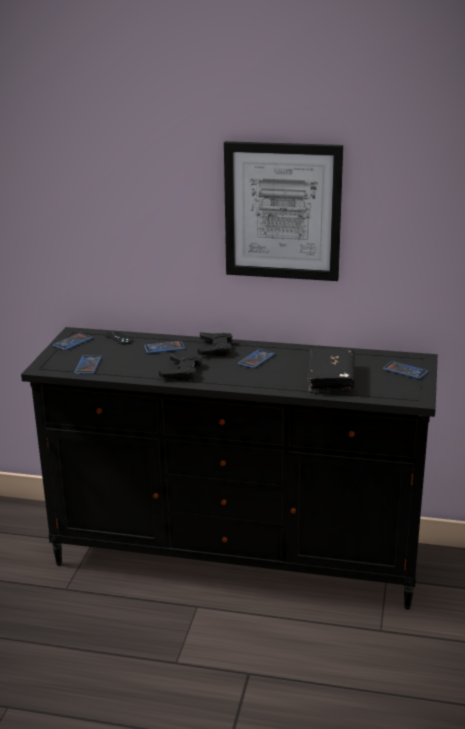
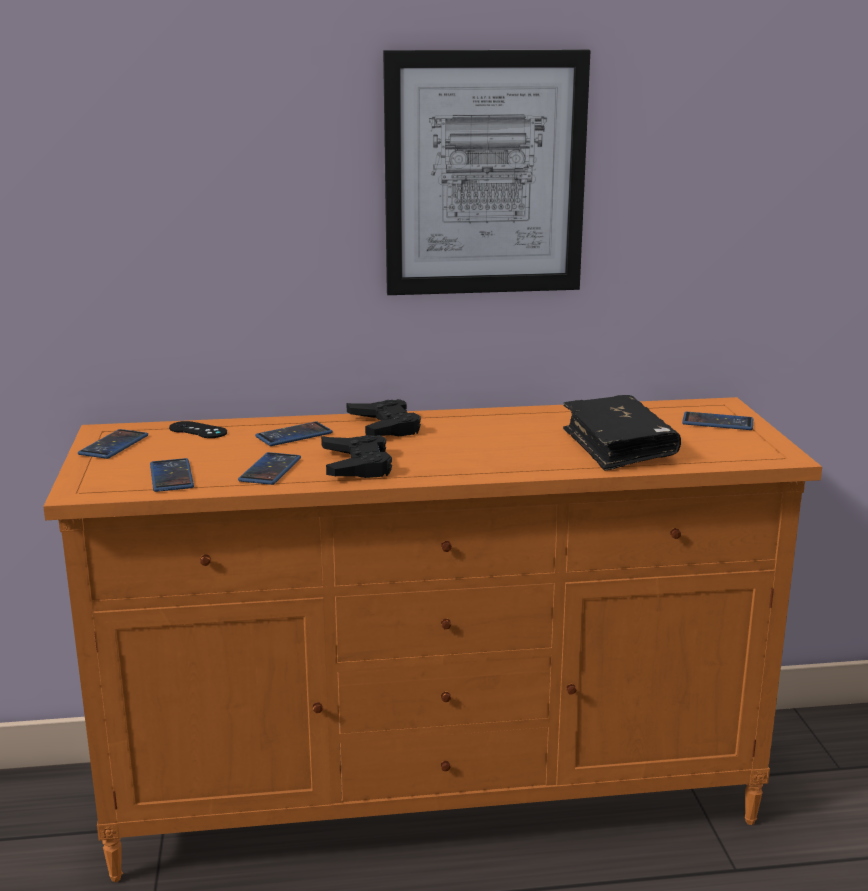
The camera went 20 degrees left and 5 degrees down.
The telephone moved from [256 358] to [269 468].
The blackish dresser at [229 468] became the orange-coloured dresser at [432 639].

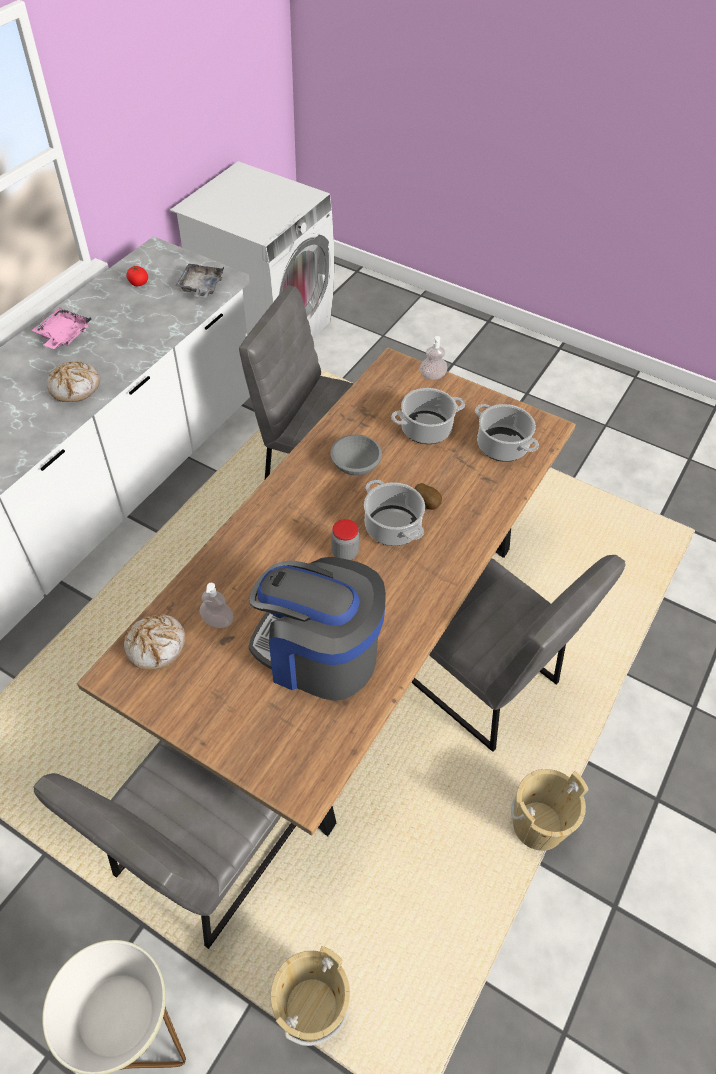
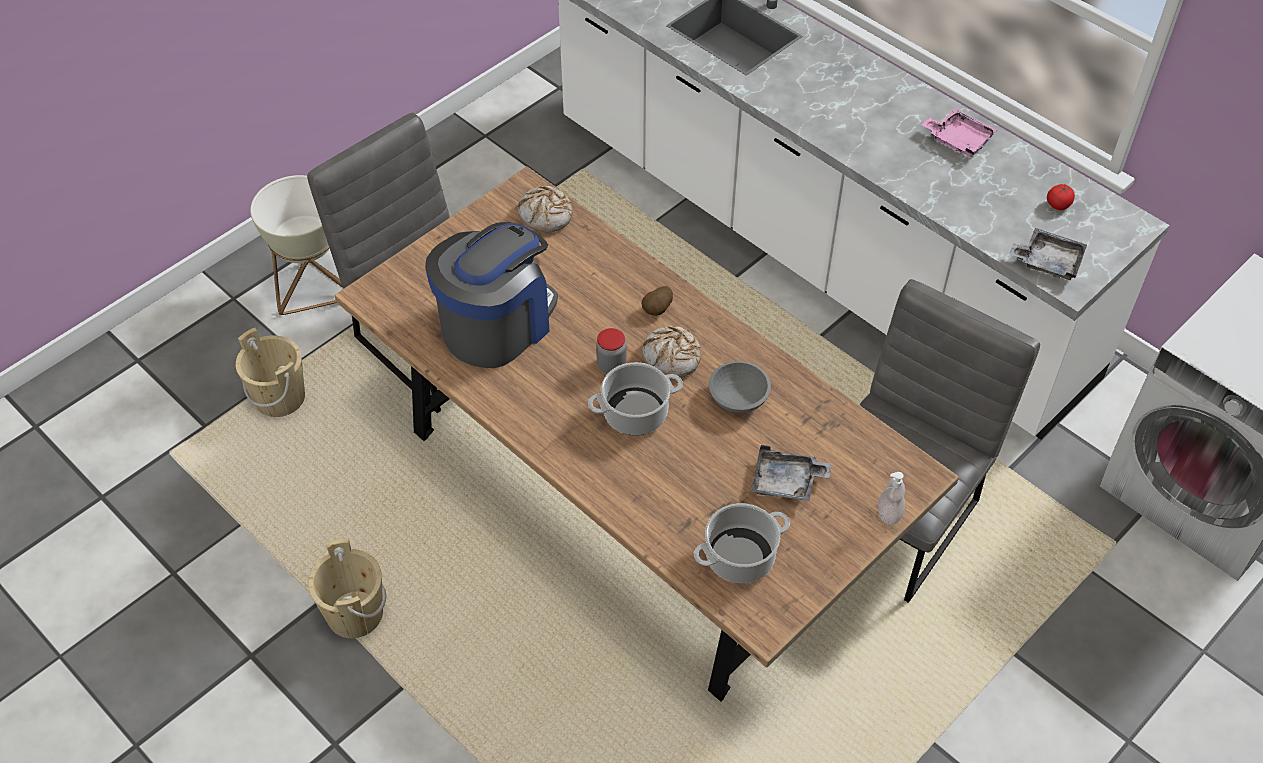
The camera went 105 degrees right and 0 degrees up.
The liquid soap bottle at [216 605] disappeared.
The gray chair at [518 653] disappeared.
The bread moved from [73 381] to [671 352].
The spud moved from [428 496] to [657 301].
The stockpot at [428 416] was replaced by the gray serving tray at [791 473].

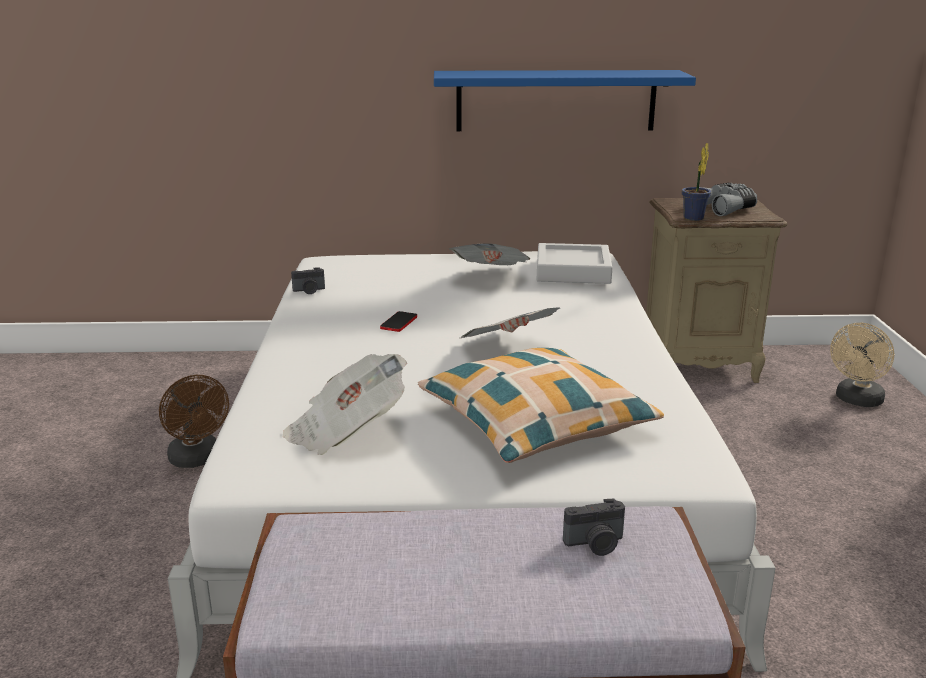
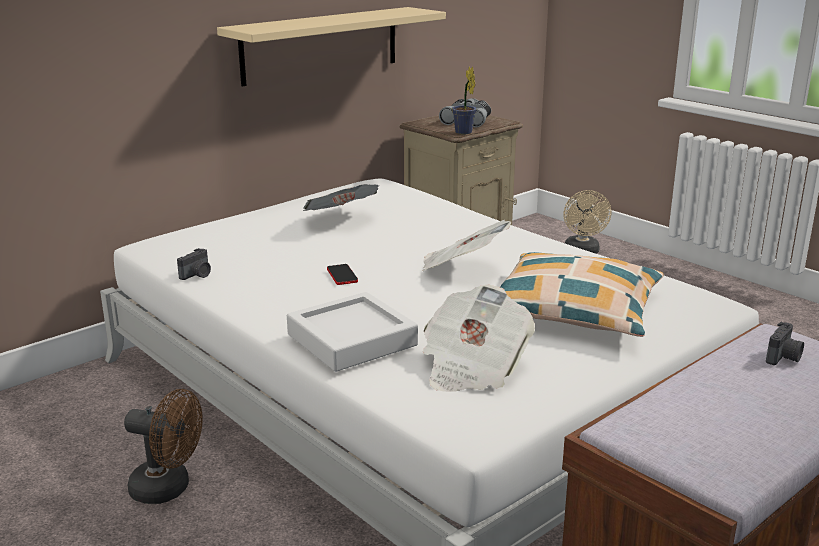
The camera went 40 degrees left and 0 degrees up.
The gray serving tray moved from [574 263] to [352 332].
The blue shelf at [565 100] became the sand-coloured shelf at [331 46].

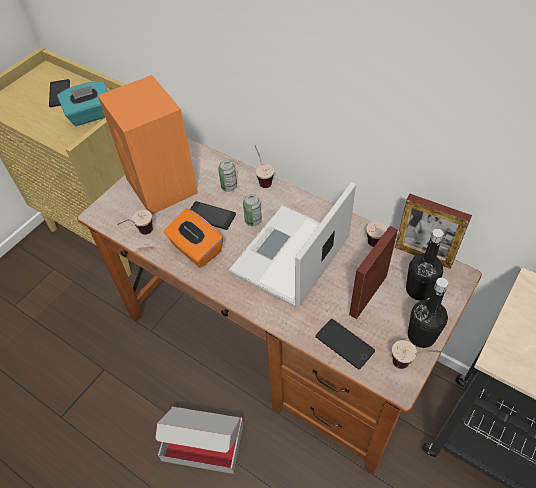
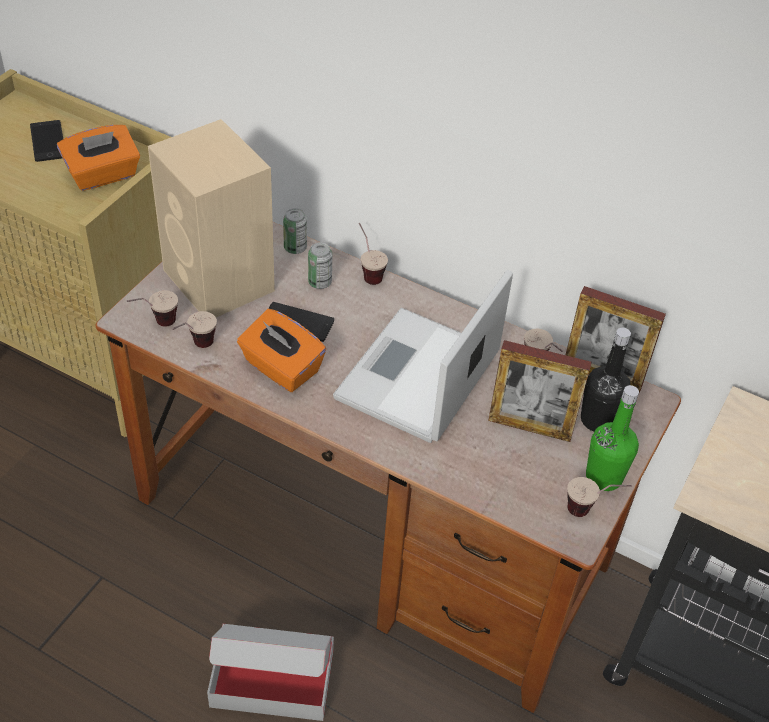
The camera went 10 degrees left and 5 degrees down.
The telephone at [345 344] disappeared.
The drinking cup at [152 308] appeared.
The sealed can moved from [252 210] to [295 231].
The blue-green tissue box at [82 103] became the orange-coloured tissue box at [98 158].
The orange-coloured loudspeaker at [148 144] became the sand-coloured loudspeaker at [211 218].
The blackish beverage bottle at [428 313] became the green-coloured beverage bottle at [612 438].
The picture frame at [373 272] turned 105 degrees counterclockwise.

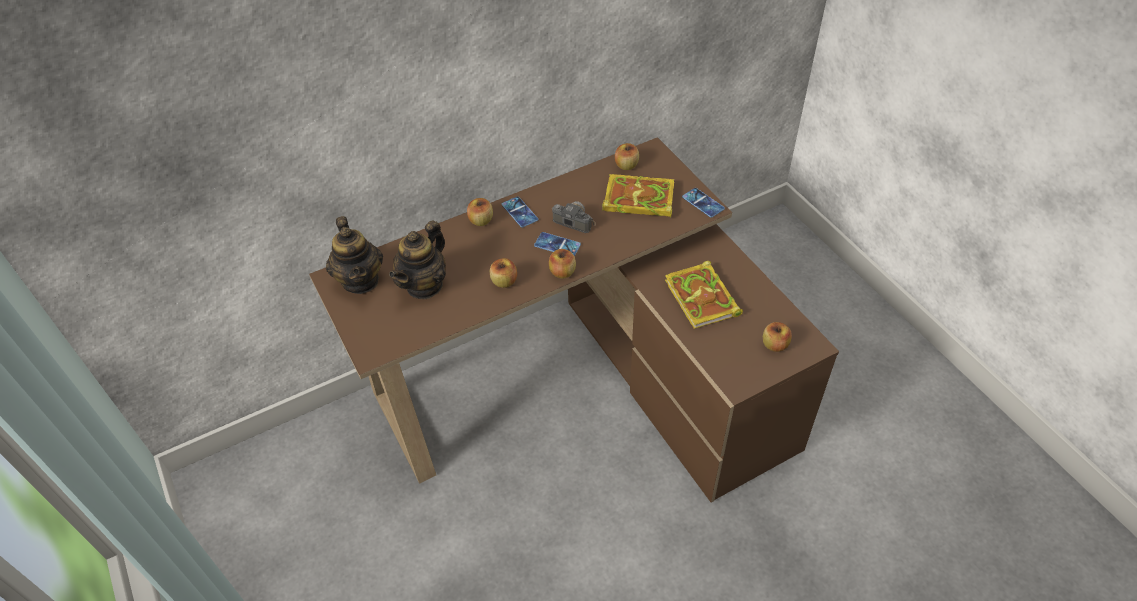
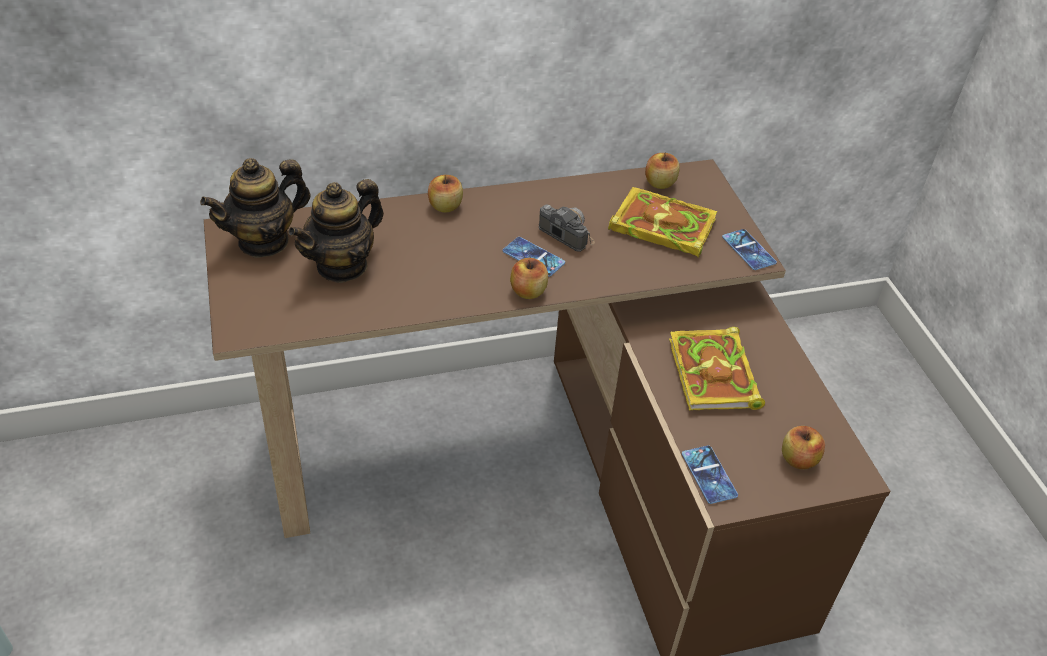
The camera went 10 degrees right and 5 degrees down.
The apple at [503 273] disappeared.
The telephone moved from [520 212] to [710 474].
The pot for tea at [354 255] turned 60 degrees clockwise.

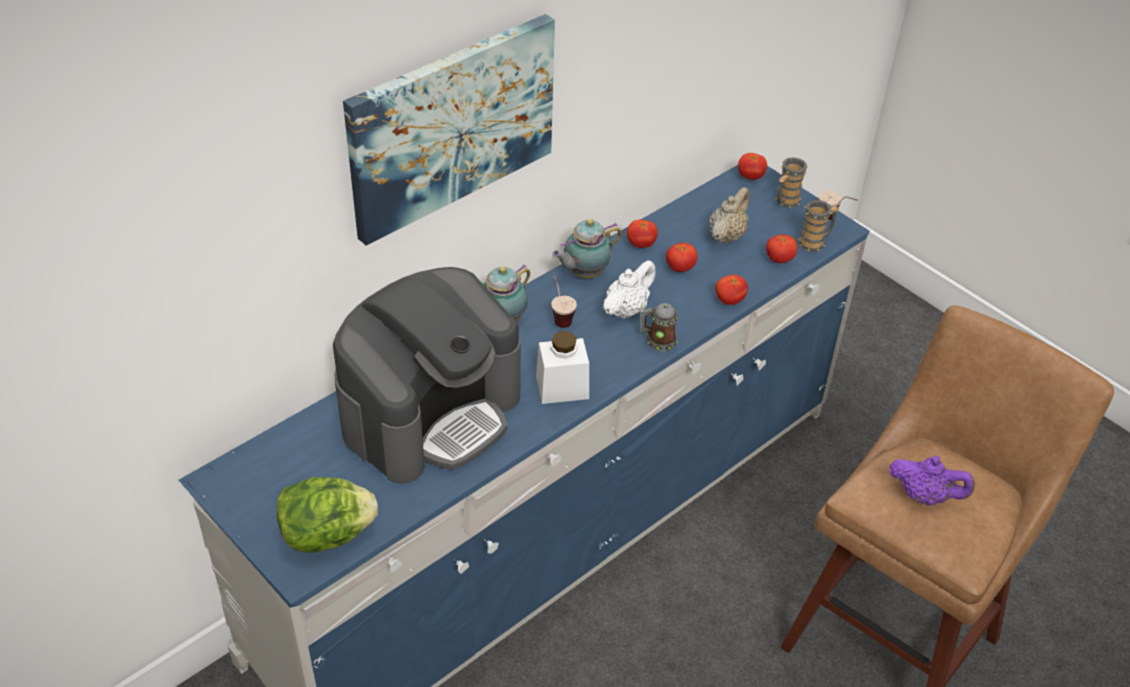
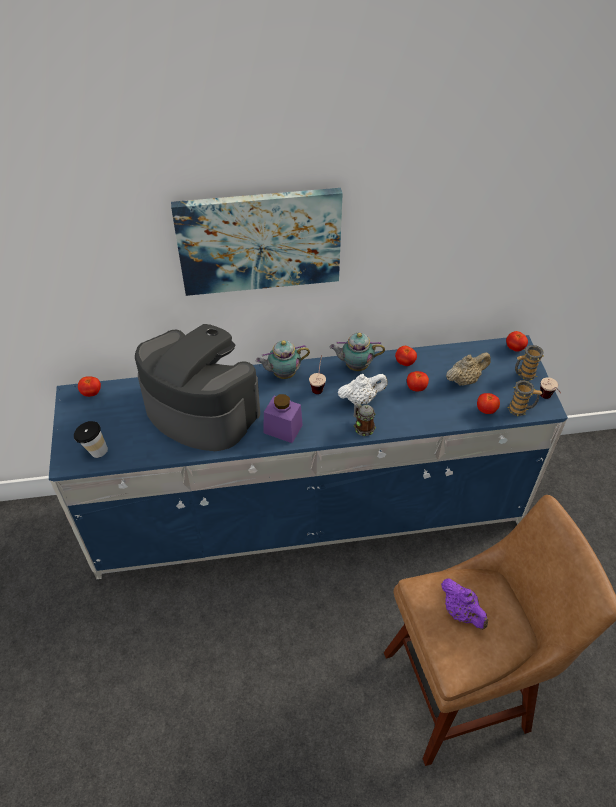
The camera went 35 degrees right and 5 degrees up.
The tomato moved from [731 289] to [89 386].
The lettuce at [327 515] was replaced by the drinking cup at [91 439].
The white jar at [562 367] became the purple jar at [283 418].
The coffee maker at [427 375] turned 135 degrees counterclockwise.

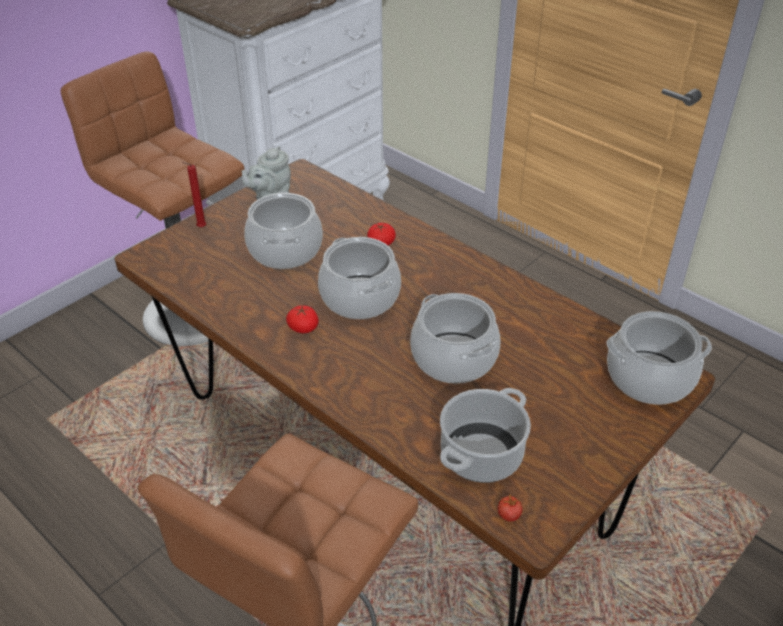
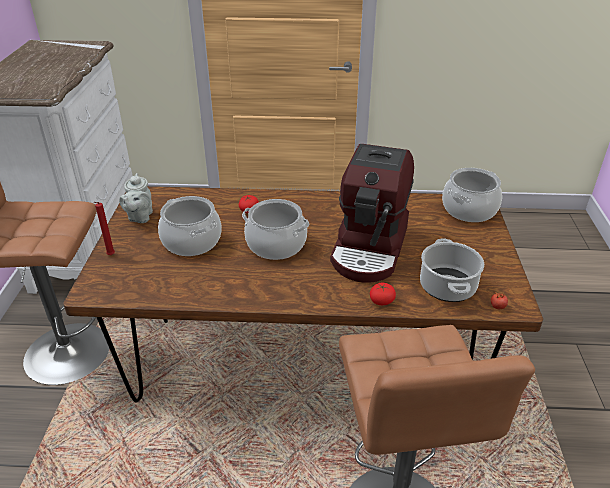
The camera went 40 degrees left and 5 degrees down.
The tomato moved from [302 319] to [383 294].
The stockpot at [455 338] was replaced by the coffee maker at [372 213].

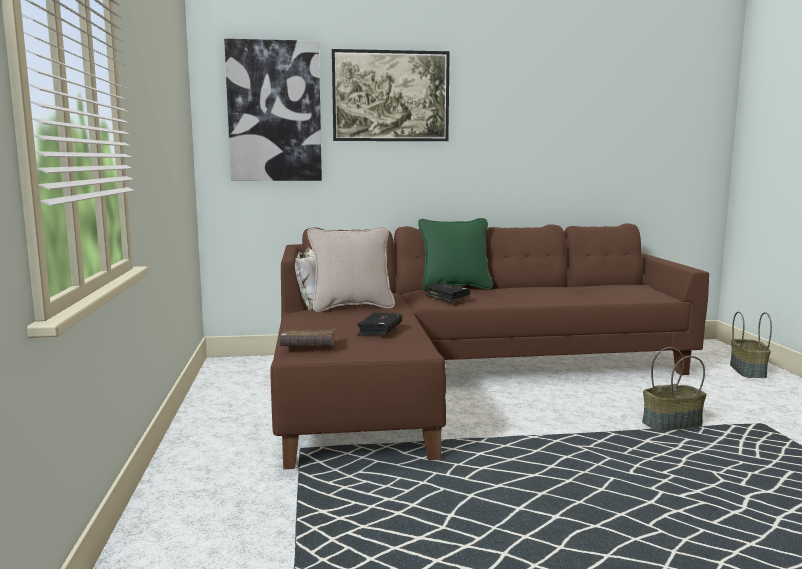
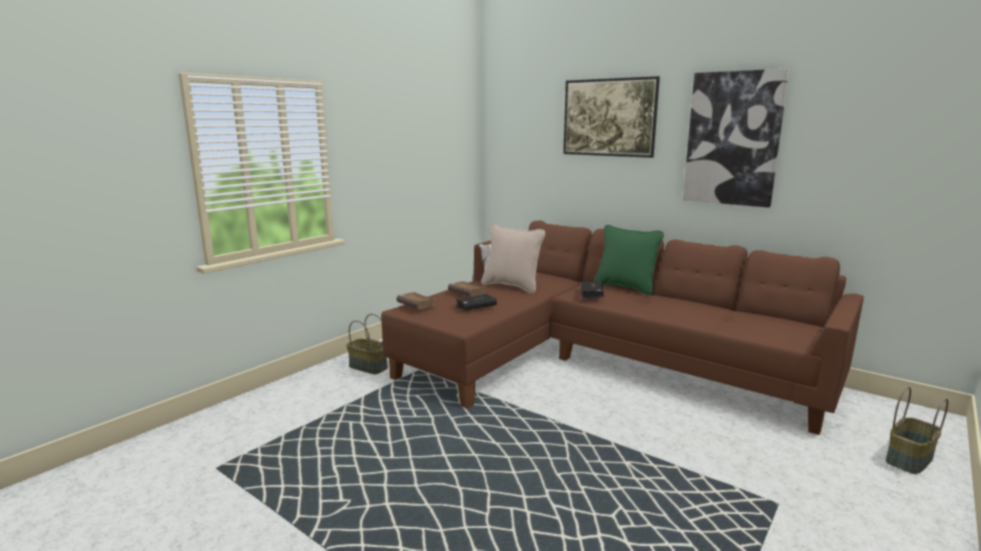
The camera went 45 degrees right and 5 degrees up.
The brown bound book at [467 289] appeared.
The picture moved from [273 110] to [736 138].
The storage basket moved from [674 388] to [367 344].

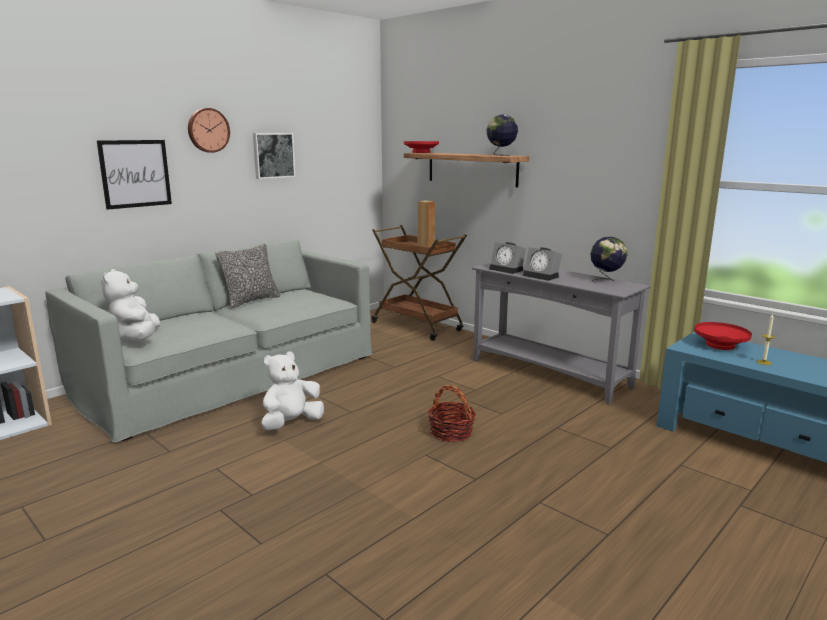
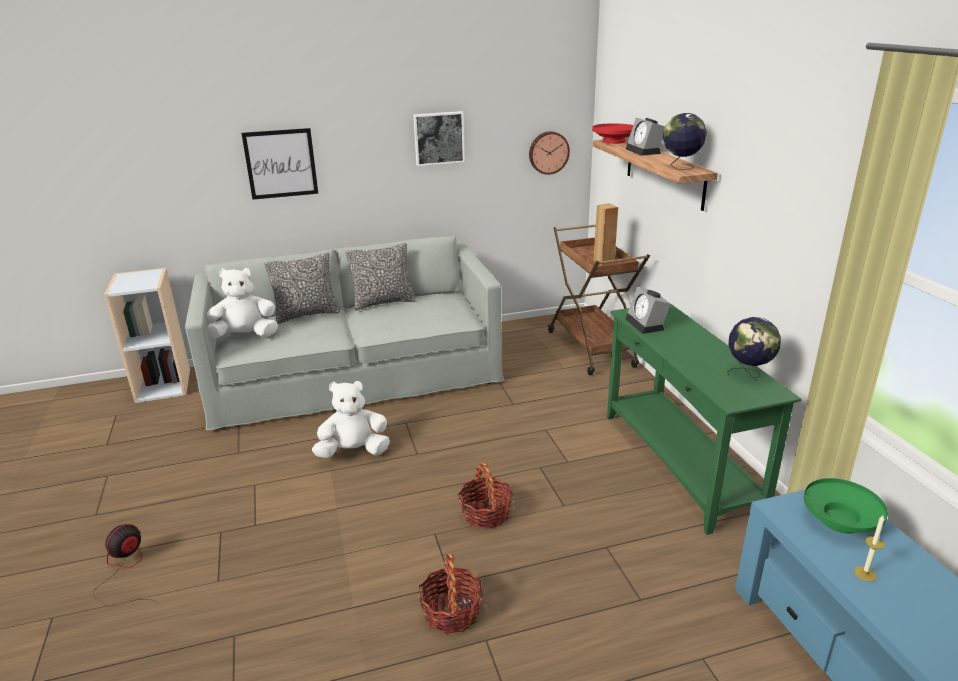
The camera went 30 degrees right and 10 degrees up.
The electric fan at [125 565] appeared.
The cushion at [302 288] appeared.
The storage basket at [451 593] appeared.
The hanging clock moved from [209 130] to [549 153].
The table clock moved from [542 264] to [645 137].
The gray hall table at [561 334] became the green-coloured hall table at [704 419].
The red bowl at [723 336] became the green-coloured bowl at [846 506].
The white plush toy at [130 305] turned 60 degrees clockwise.

